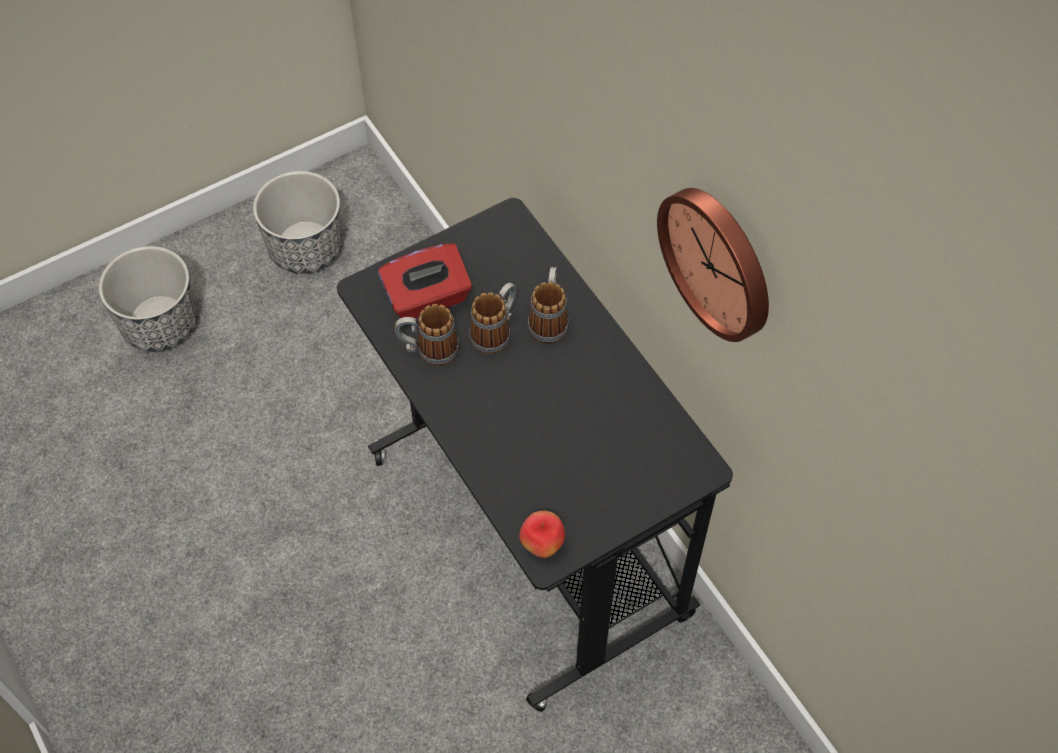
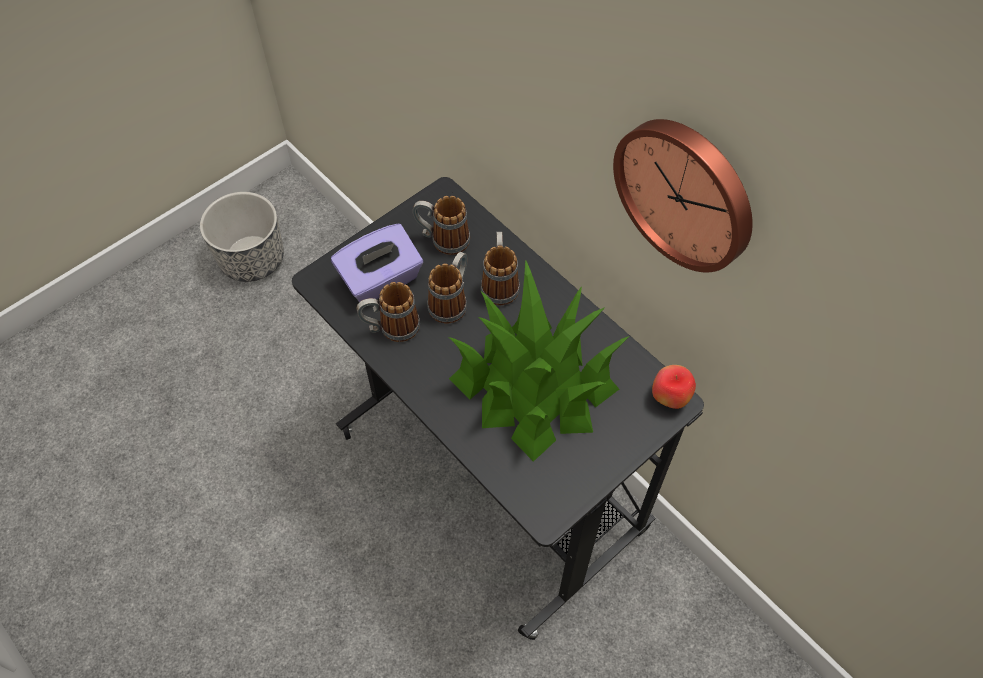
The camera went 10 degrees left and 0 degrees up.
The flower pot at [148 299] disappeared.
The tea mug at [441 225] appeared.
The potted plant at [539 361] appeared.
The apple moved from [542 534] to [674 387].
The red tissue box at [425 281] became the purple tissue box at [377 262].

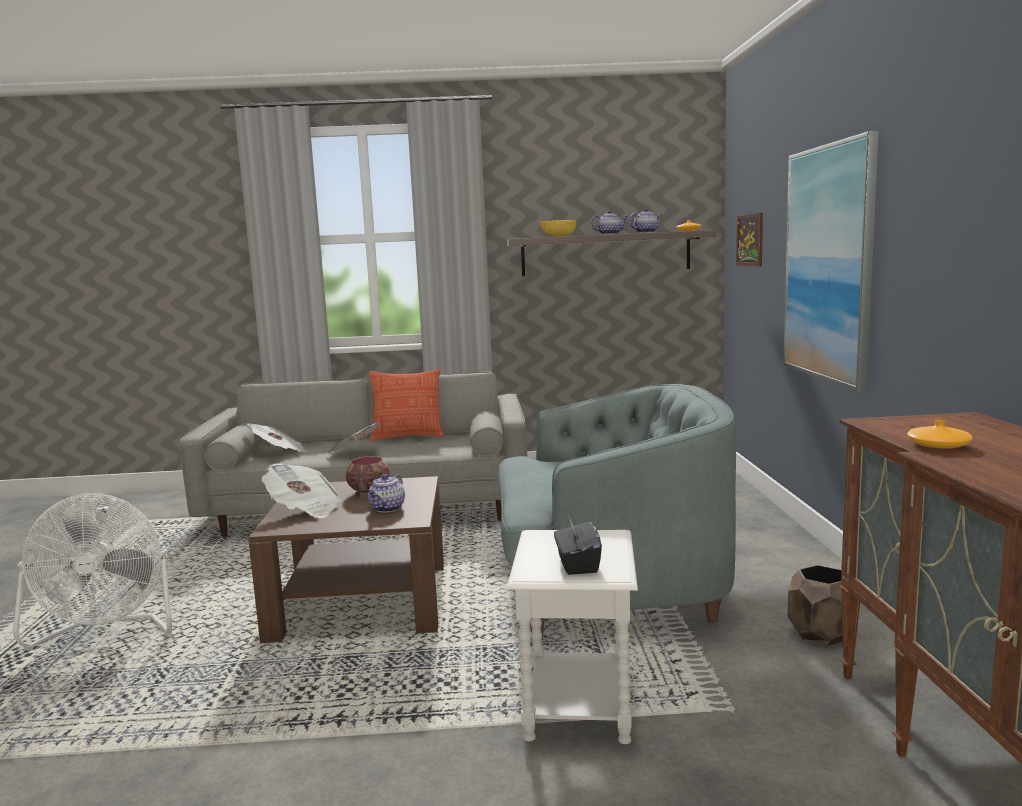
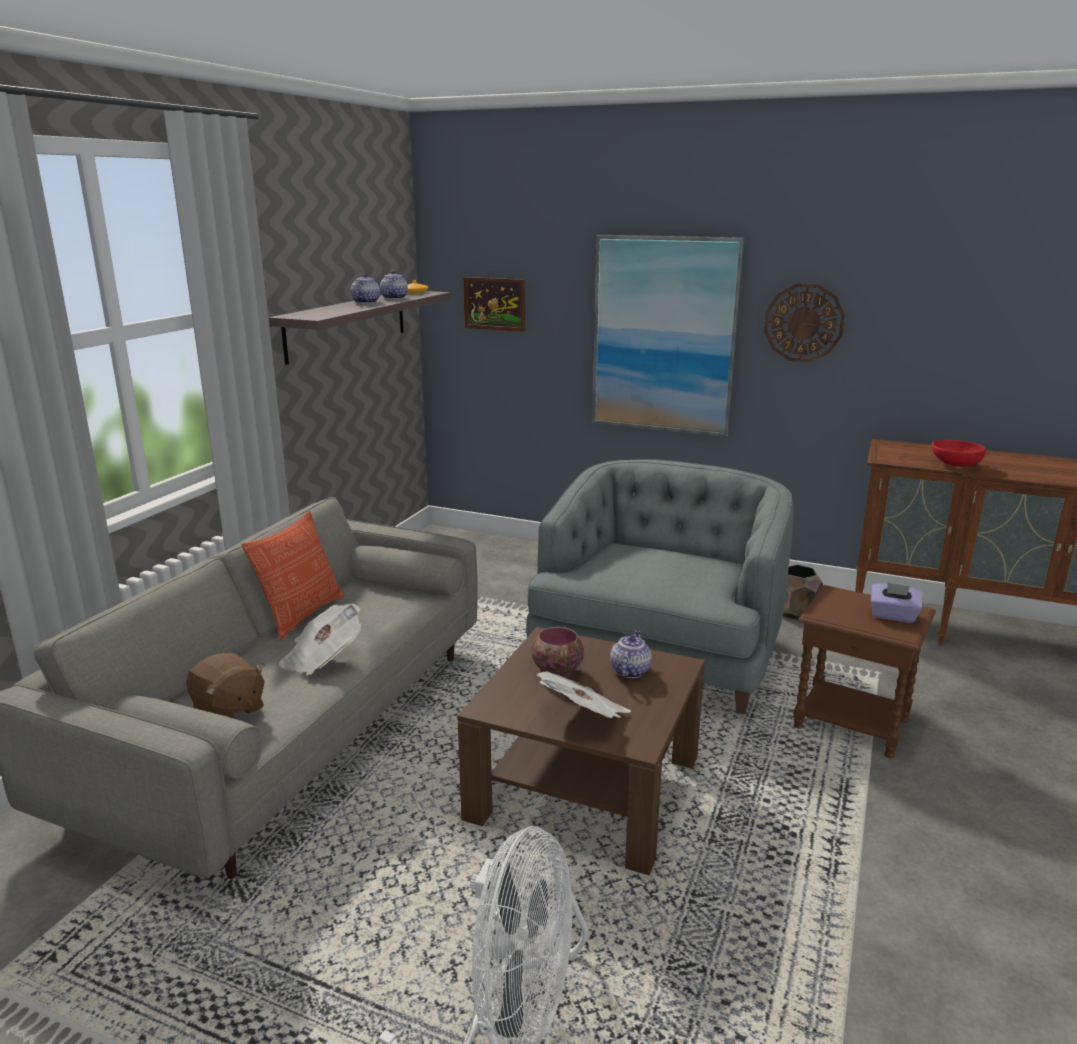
The camera went 65 degrees left and 10 degrees up.
The yellow-coloured bowl at [558 228] disappeared.
The hanging clock at [804 322] appeared.
The printed paper at [277 438] was replaced by the brown plush toy at [225 686].
The orange-coloured flower vase at [940 434] was replaced by the red bowl at [959 453].
The white end table at [572 637] became the brown end table at [864 671].
The blackish tissue box at [578 545] became the purple tissue box at [897 603].
The pot for tea at [386 493] turned 120 degrees counterclockwise.

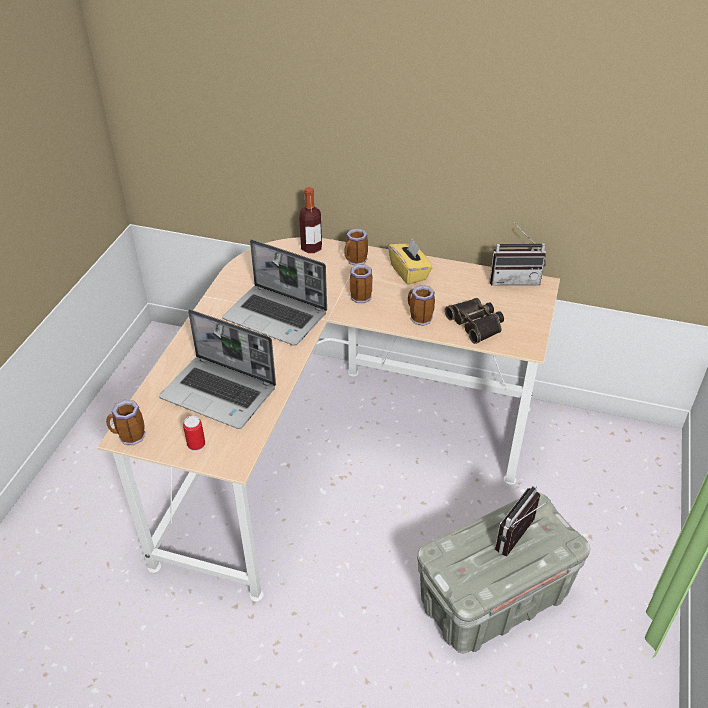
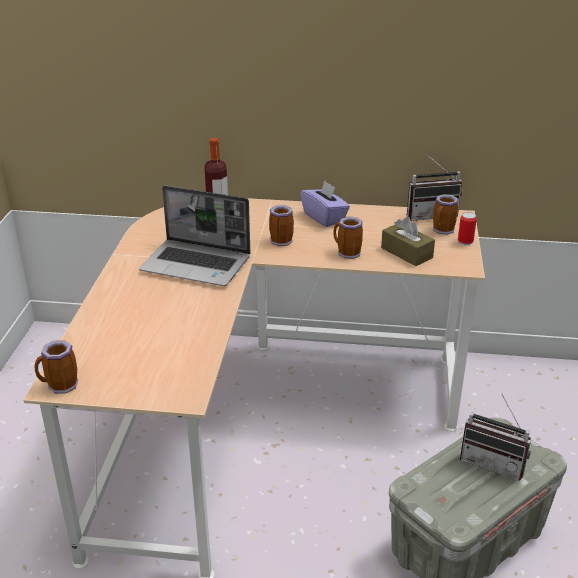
The camera went 10 degrees left and 10 degrees down.
The notebook computer at [217 369] disappeared.
The sealed can moved from [194 434] to [467 229].
The tea mug moved from [356 246] to [445 214].
The field glasses at [474 321] was replaced by the brown tissue box at [408 241].
The yellow-coloured tissue box at [410 261] became the purple tissue box at [325 203].
The radio set at [522 520] turned 90 degrees counterclockwise.

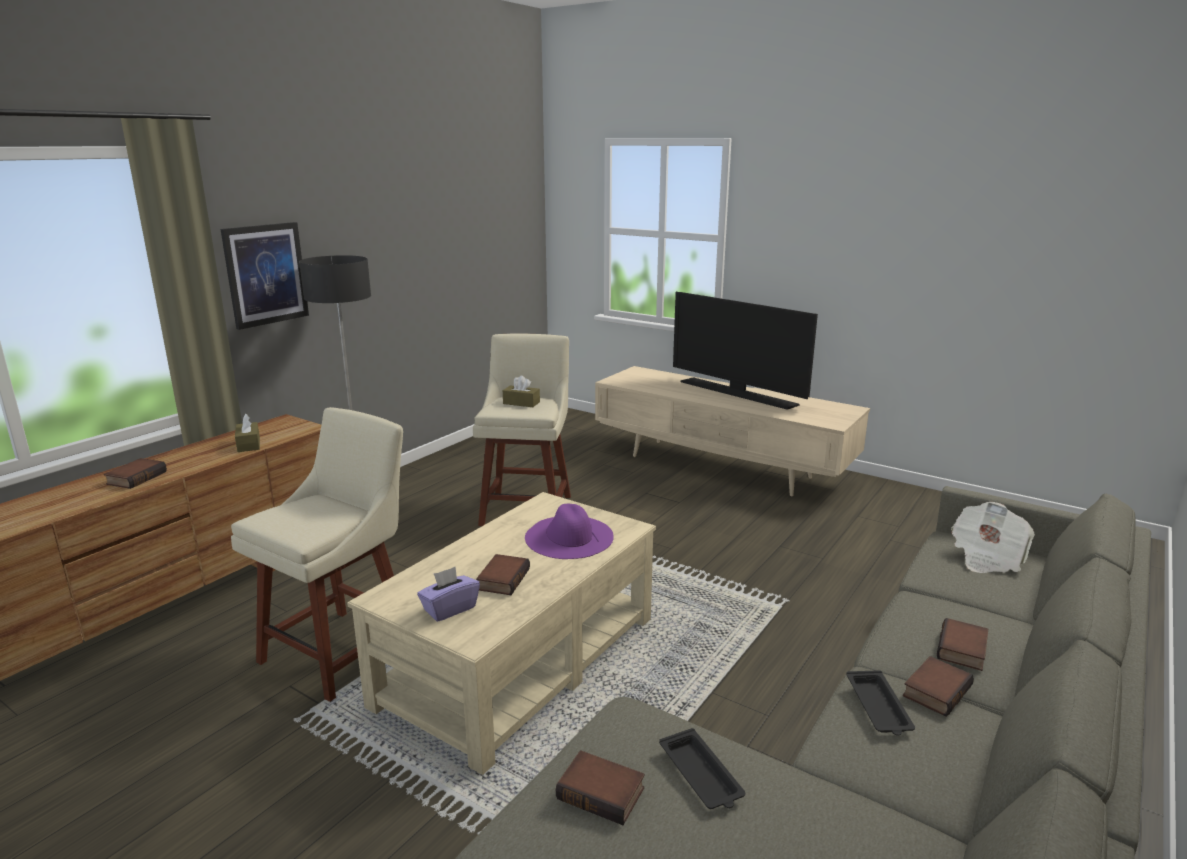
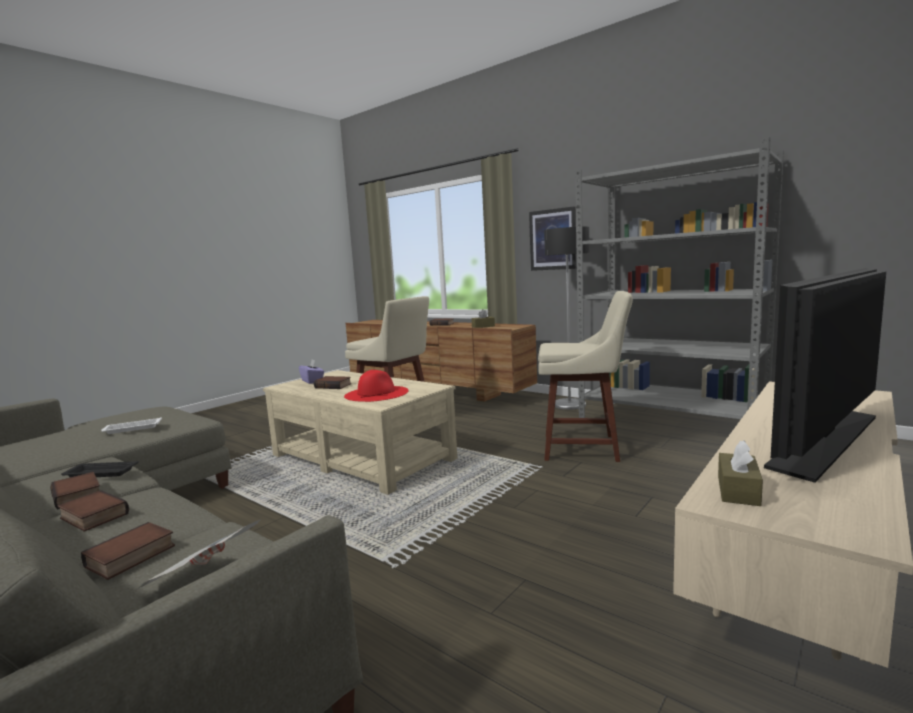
The camera went 95 degrees right and 10 degrees down.
The gray bookcase at [679 278] appeared.
The brown tissue box moved from [521 391] to [740 473].
The bound book moved from [600 788] to [128 551].
The purple clothing hat at [569 531] became the red clothing hat at [376 386].
The blackish serving tray at [702 768] became the white serving tray at [131 425].

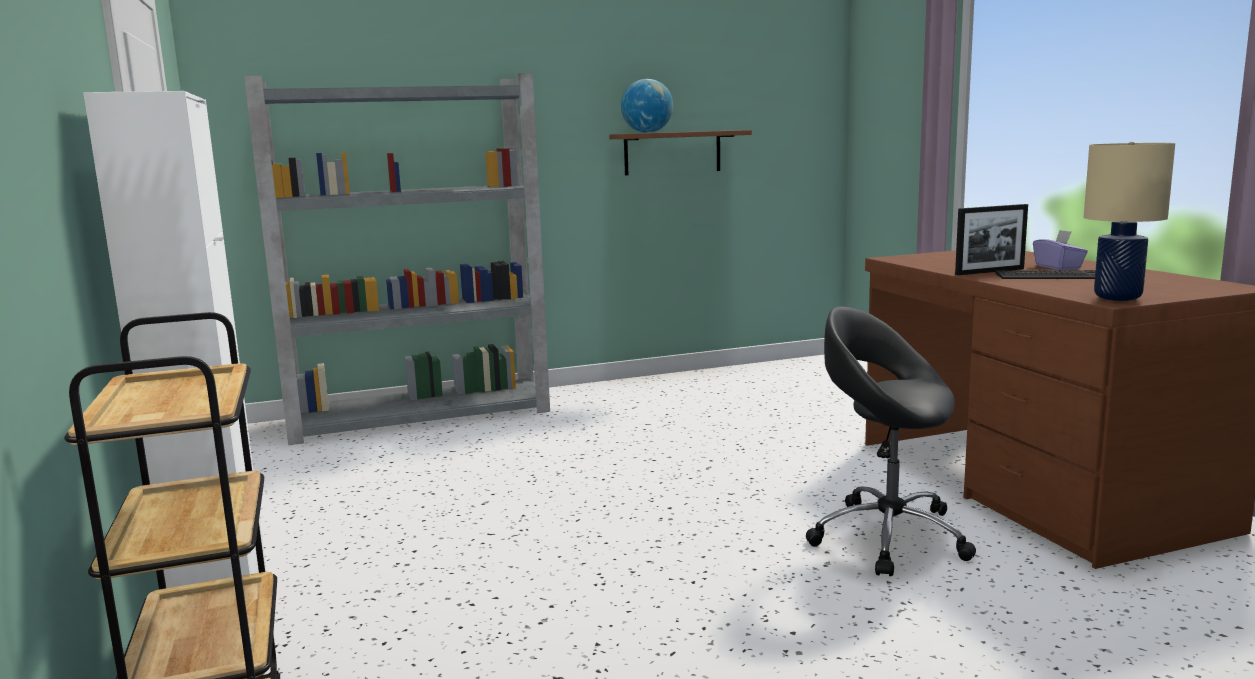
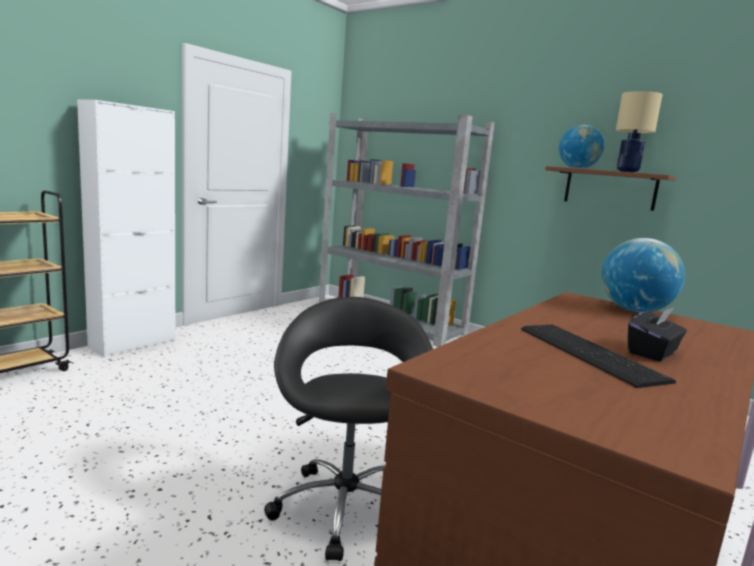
The camera went 55 degrees right and 0 degrees up.
The picture frame at [991 239] disappeared.
The desk globe at [643 275] appeared.
The sand-coloured lamp for a table moved from [1129 221] to [639 131].
The purple tissue box at [1060 250] became the blackish tissue box at [657 334].

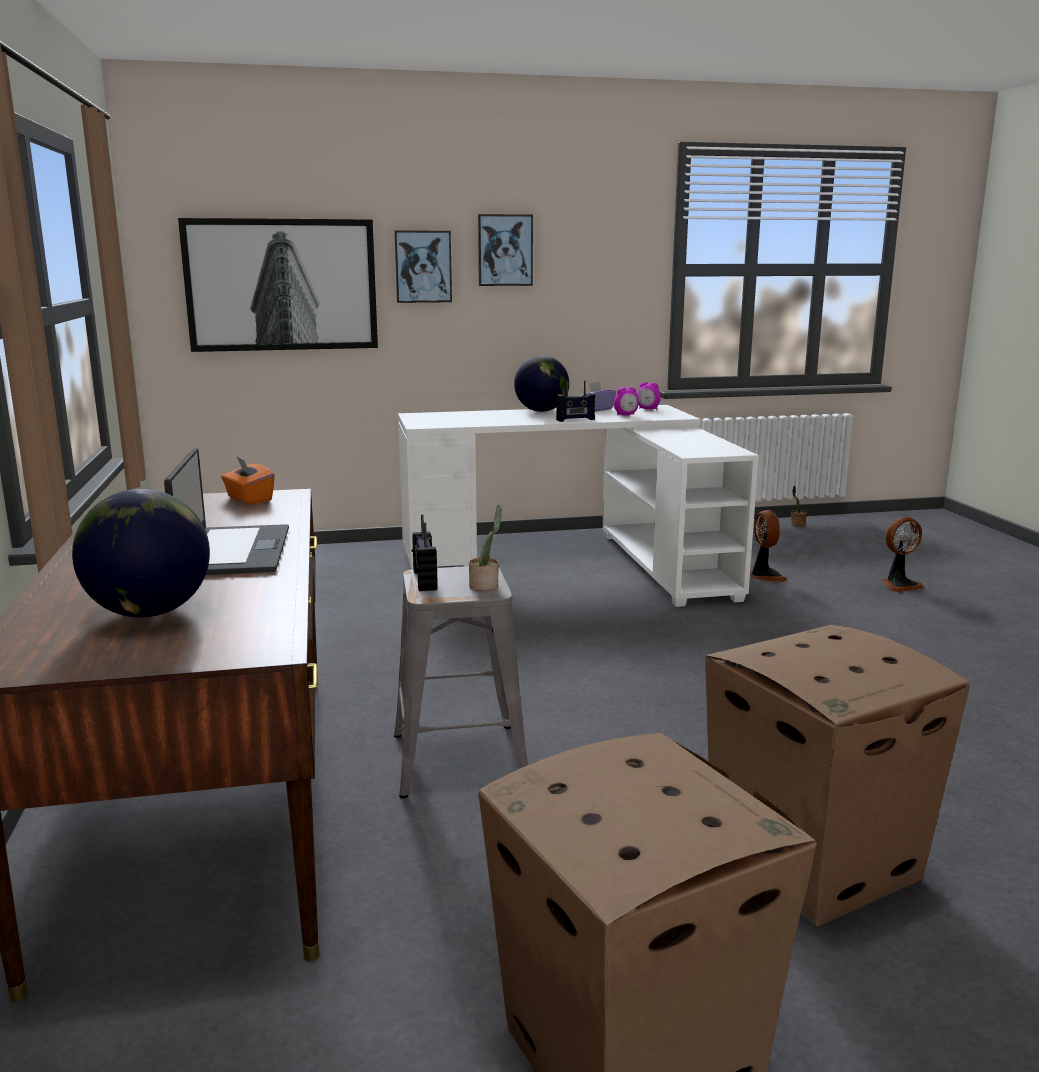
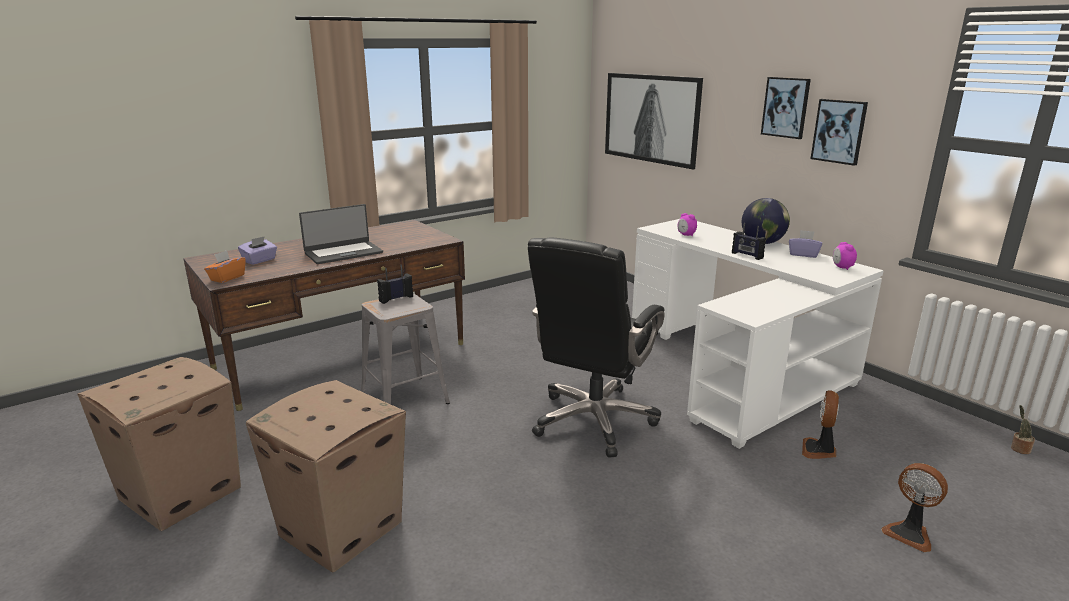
The camera went 65 degrees right and 5 degrees up.
The potted plant at [485 548] disappeared.
The blackish desk chair at [596 347] appeared.
The orange-coloured tissue box moved from [248 480] to [225 266].
The picture moved from [423 266] to [839 132].
The table clock moved from [626 401] to [687 224].
The desk globe at [141 553] was replaced by the purple tissue box at [257 250].
The electric fan at [769 546] turned 150 degrees clockwise.

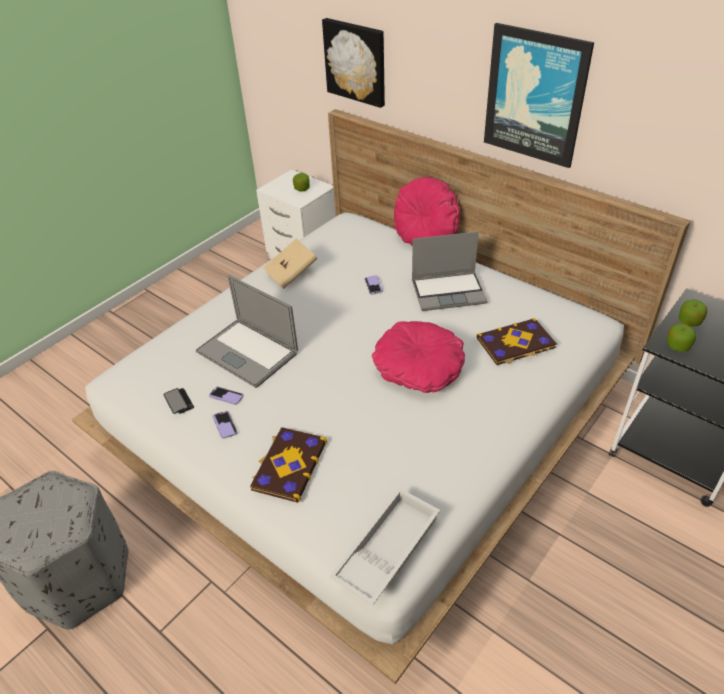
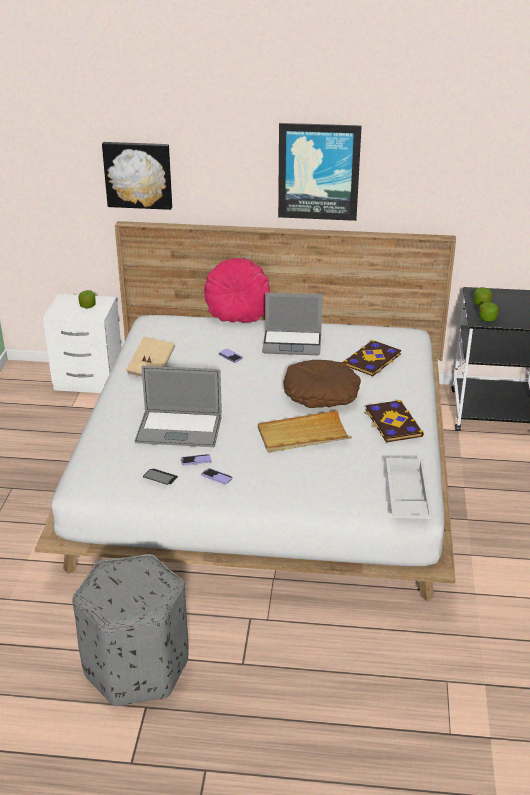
The camera went 35 degrees left and 10 degrees down.
The sand-coloured serving tray at [305 431] appeared.
The bound book moved from [288 465] to [394 421].
The pink cushion at [418 357] became the brown cushion at [322 384].
The notebook computer at [449 271] turned 45 degrees clockwise.

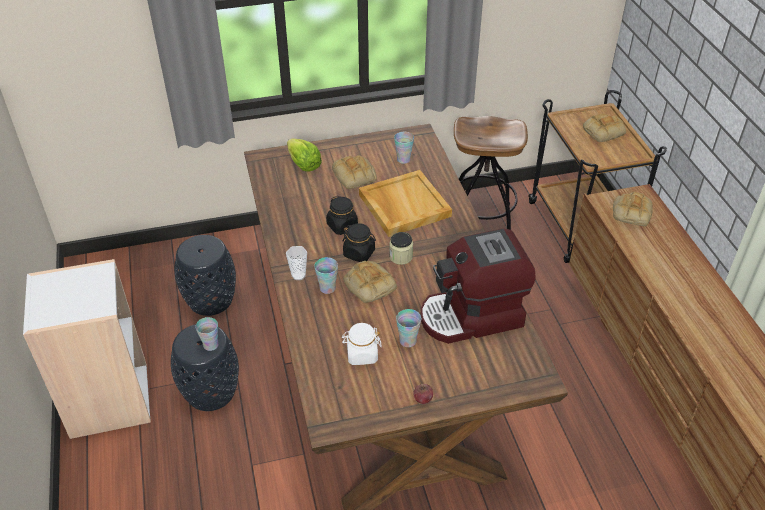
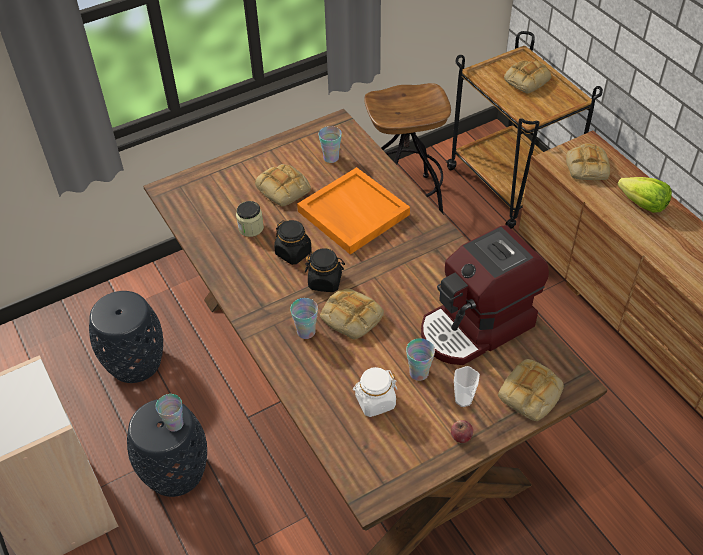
The camera went 15 degrees left and 5 degrees up.
The bread at [531 390] appeared.
The drinking cup moved from [296 263] to [467 386].
The lettuce moved from [304 155] to [644 195].
The jar moved from [401 248] to [250 219].
The sand-coloured serving tray at [405 203] became the orange-coloured serving tray at [353 210].

